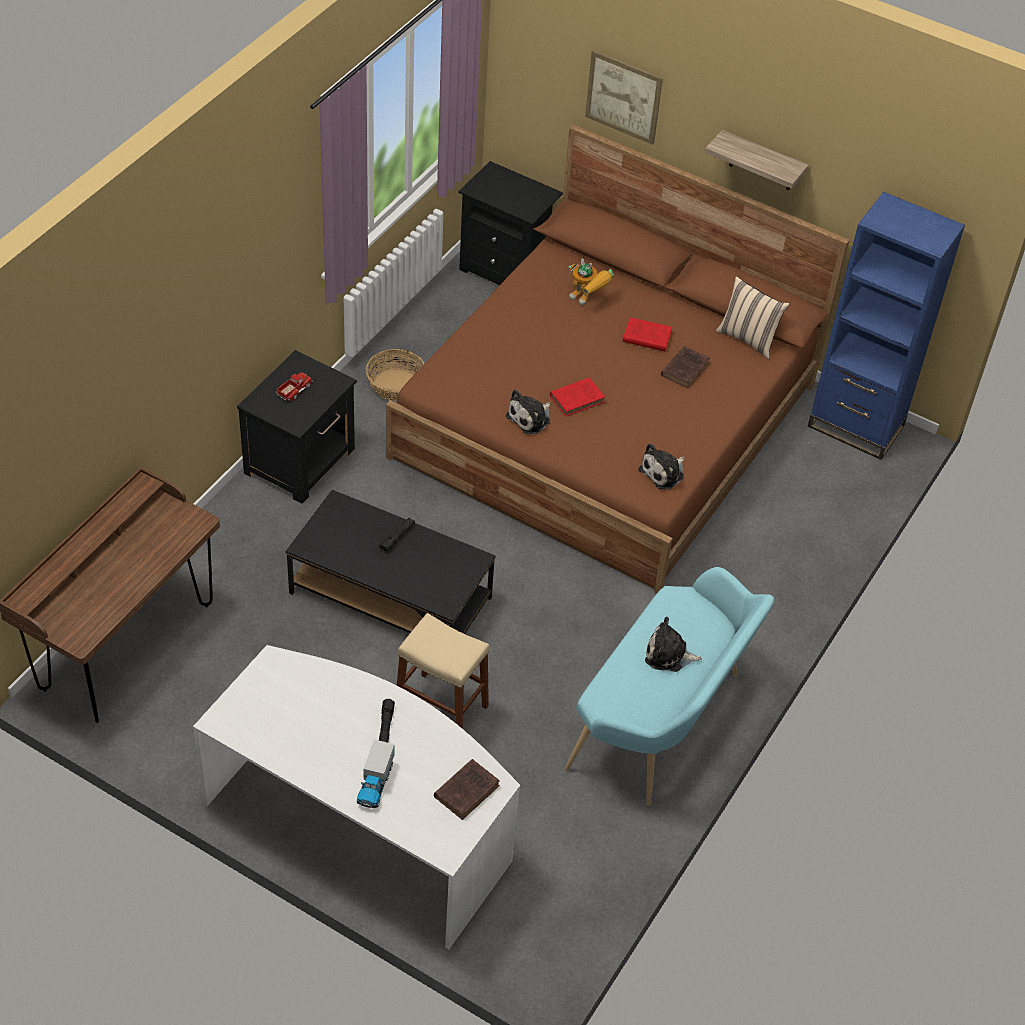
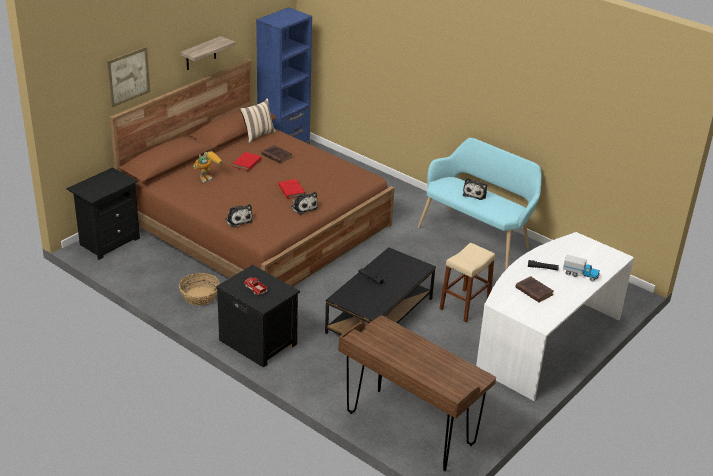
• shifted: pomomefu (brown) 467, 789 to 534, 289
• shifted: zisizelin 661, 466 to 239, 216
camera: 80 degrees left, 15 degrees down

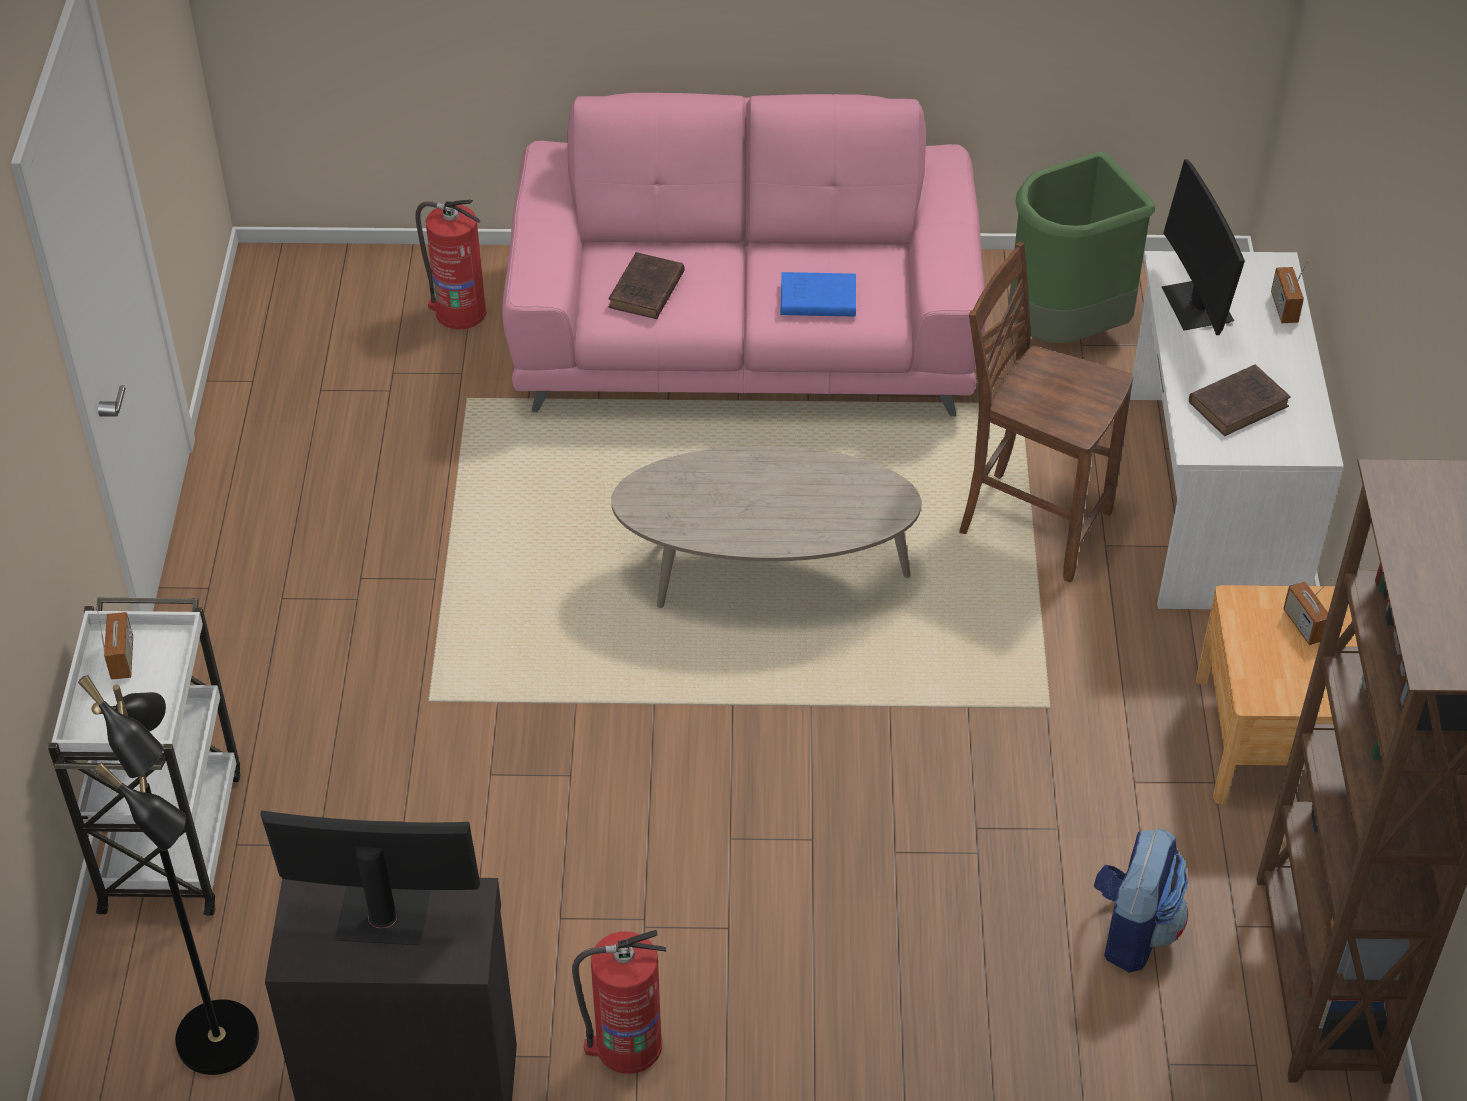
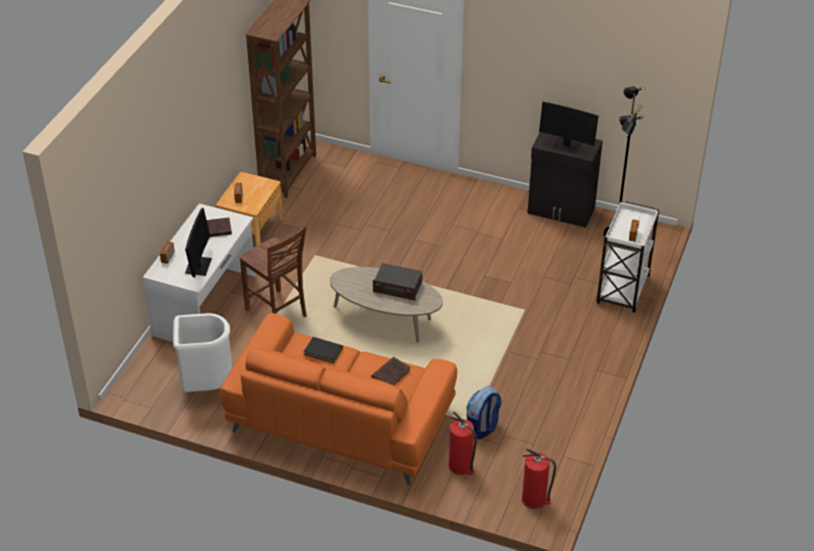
• new: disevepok 397, 282
• shifted: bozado 619, 1002 to 539, 478
• shifted: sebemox 1141, 900 to 484, 412
• repainted: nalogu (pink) 744, 254 to nalogu (orange) 338, 399
• repainted: pomomefu (blue) 818, 294 to pomomefu (black) 323, 350
• repainted: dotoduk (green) 1081, 247 to dotoduk (white) 202, 352
camera: 160 degrees left, 5 degrees down

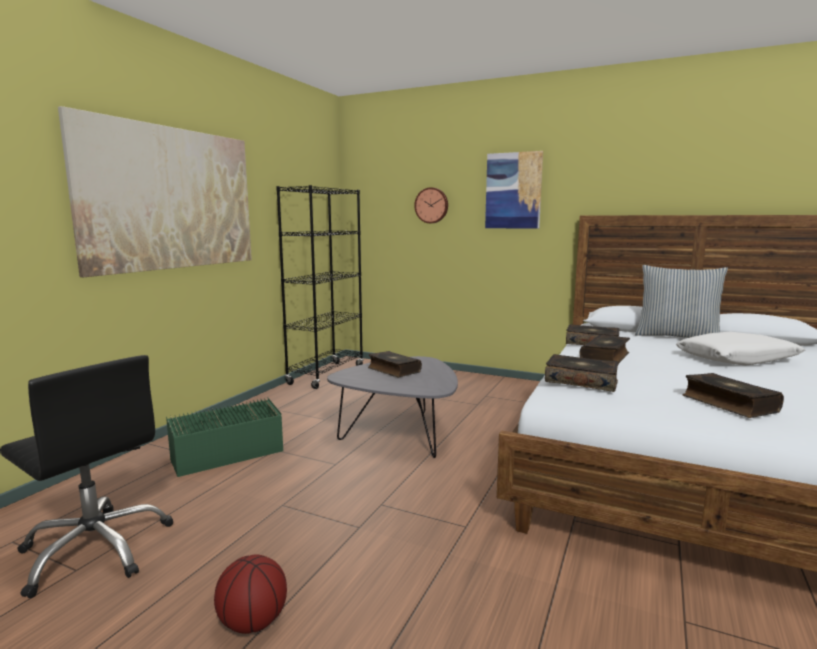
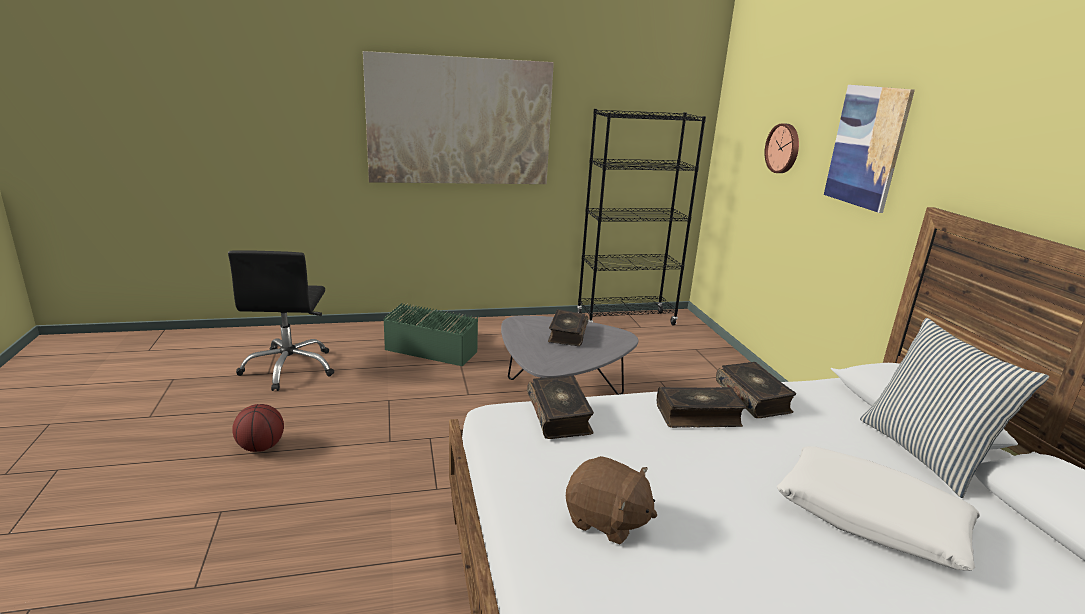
• swapped: pomomefu 733, 395 to zisizelin (brown) 611, 500
camera: 50 degrees right, 10 degrees up

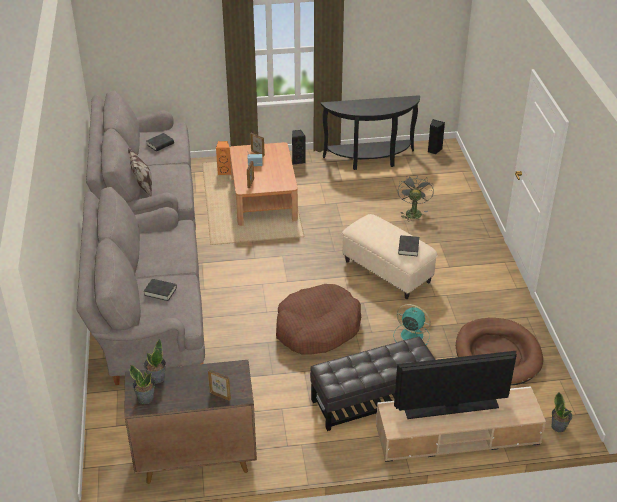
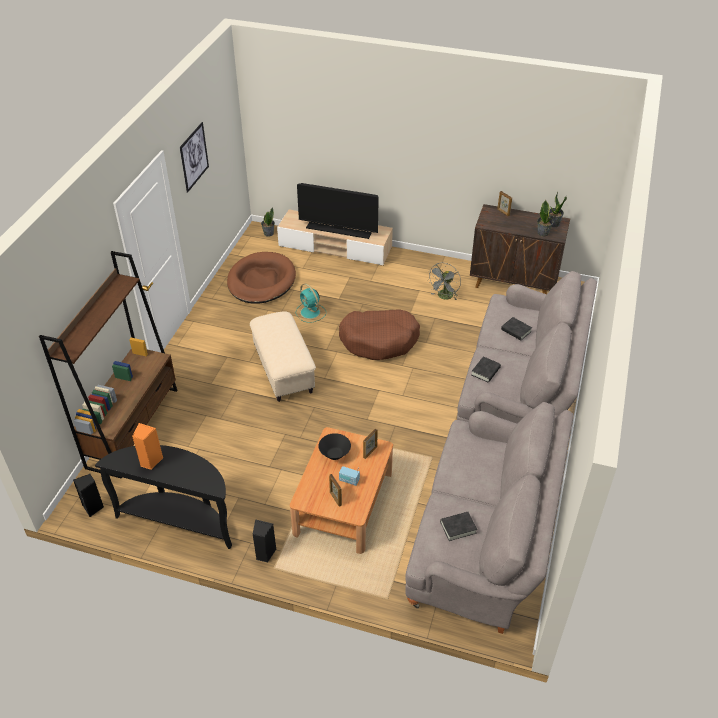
• gone: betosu 140, 172
• gone: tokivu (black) 373, 384
• new: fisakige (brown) 108, 364
• new: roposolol 194, 157
• new: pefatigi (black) 334, 446
• shifted: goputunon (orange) 223, 158 to 147, 446
• shifted: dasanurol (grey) 416, 198 to 444, 281
• shifted: pomomefu (black) 408, 245 to 486, 369
camera: 155 degrees left, 5 degrees up

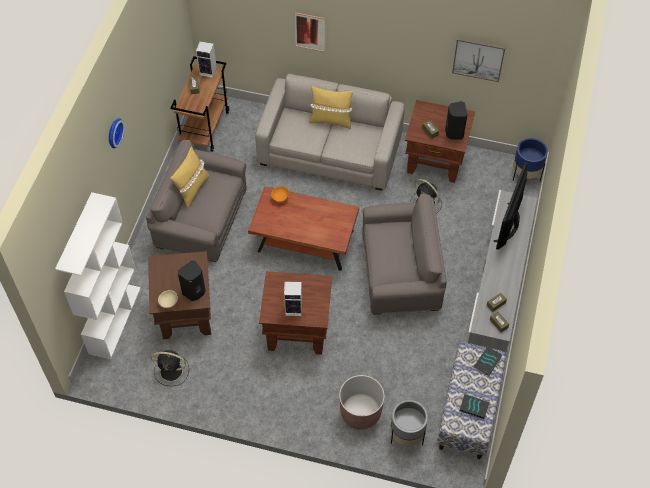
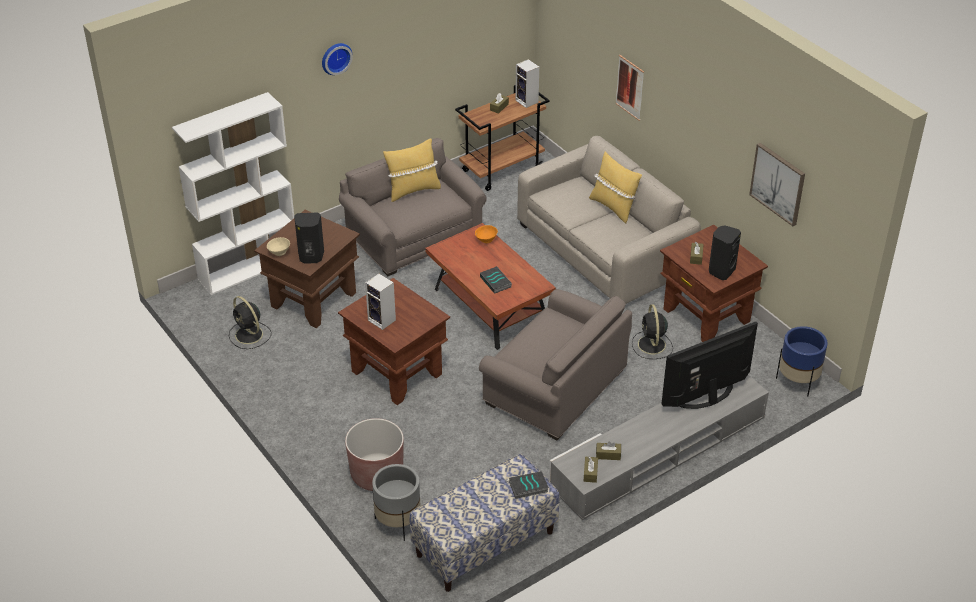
• shifted: pomomefu 475, 406 to 496, 280
camera: 40 degrees right, 15 degrees down

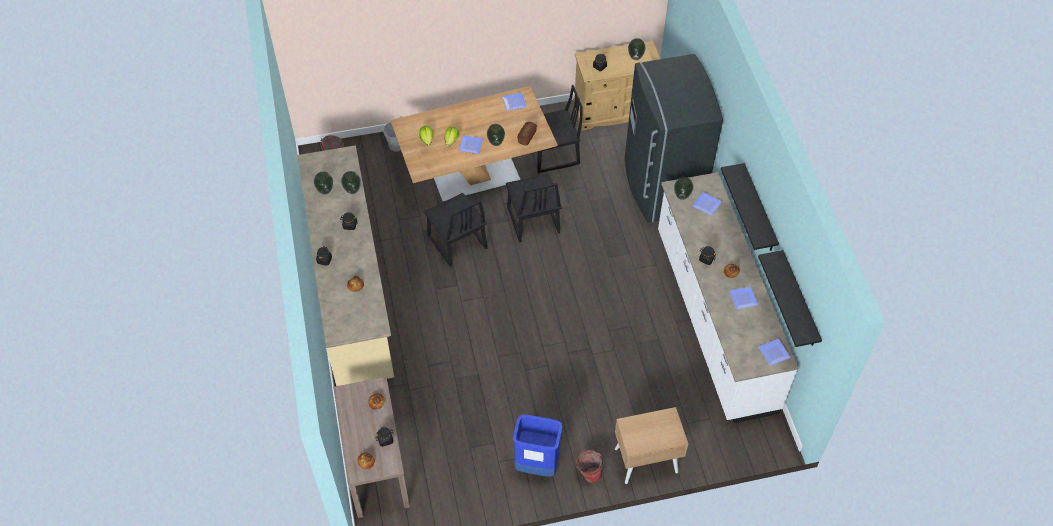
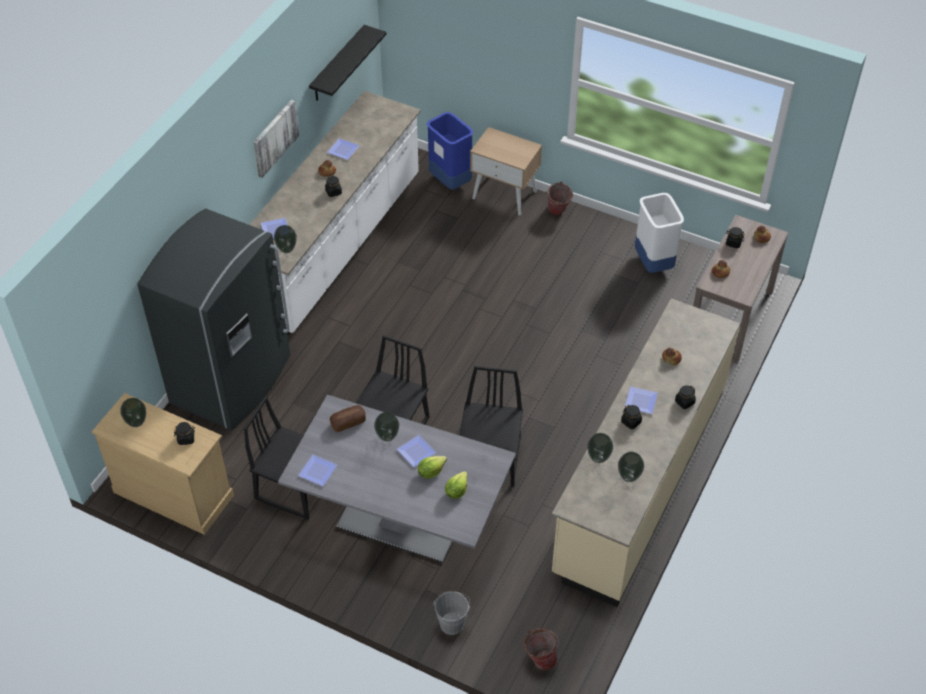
• new: dotoduk (white) 659, 233
• shifted: dotoduk (blue) 537, 446 to 450, 151
• shifted: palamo 774, 352 to 641, 400
• swapped: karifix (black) 750, 207 to roposolol 276, 139
• repainted: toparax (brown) 474, 144 to toparax (grey) 397, 479
camera: 140 degrees left, 5 degrees down

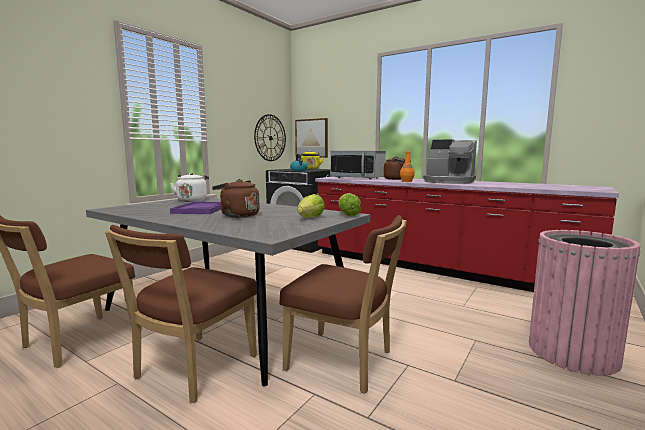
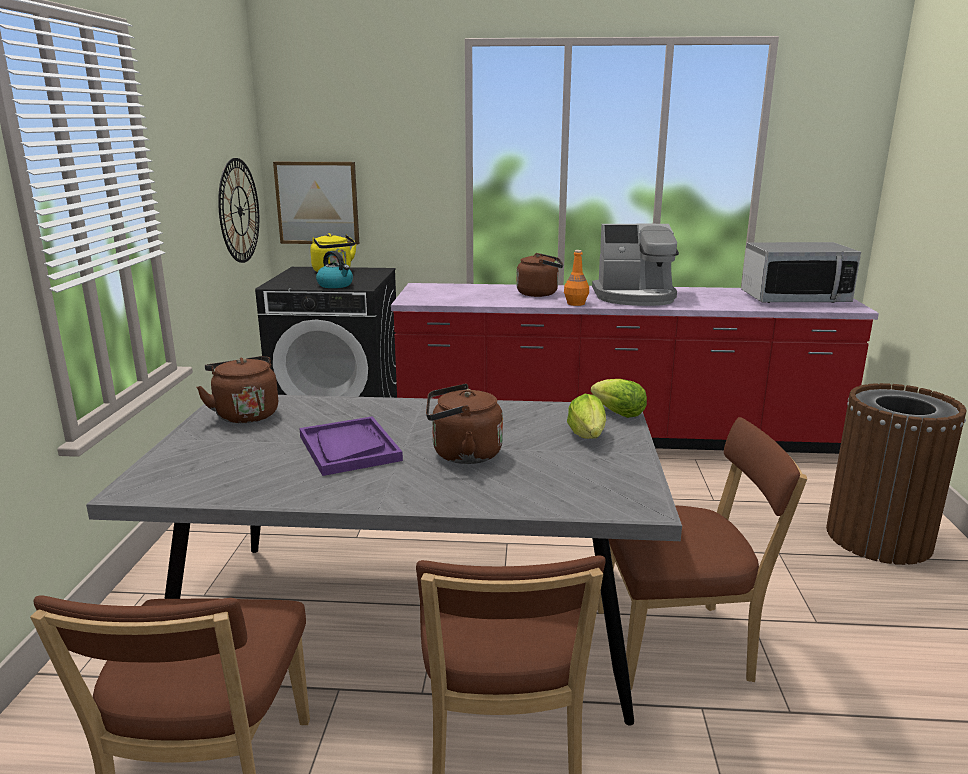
• shifted: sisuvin 358, 165 to 801, 272
• repainted: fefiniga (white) 189, 187 to fefiniga (brown) 237, 389
• repainted: dotoduk (pink) 585, 303 to dotoduk (brown) 896, 474
camera: 30 degrees left, 10 degrees up

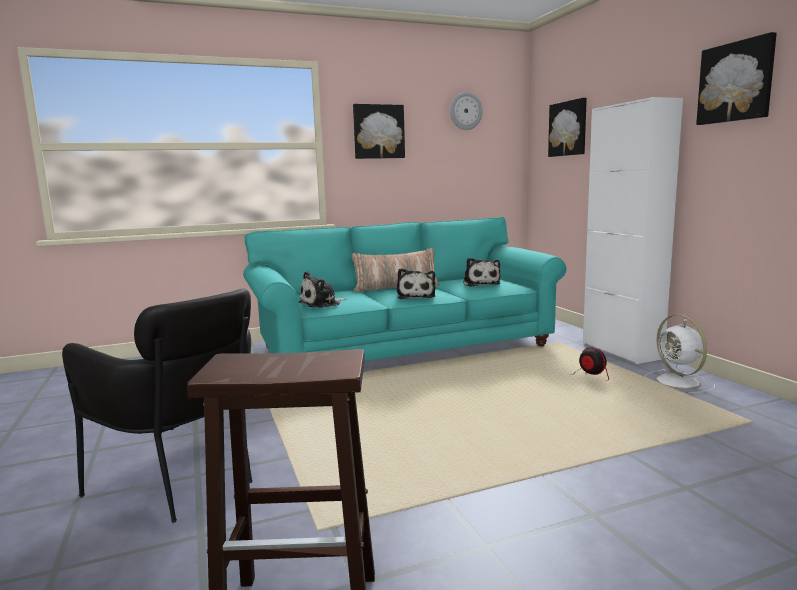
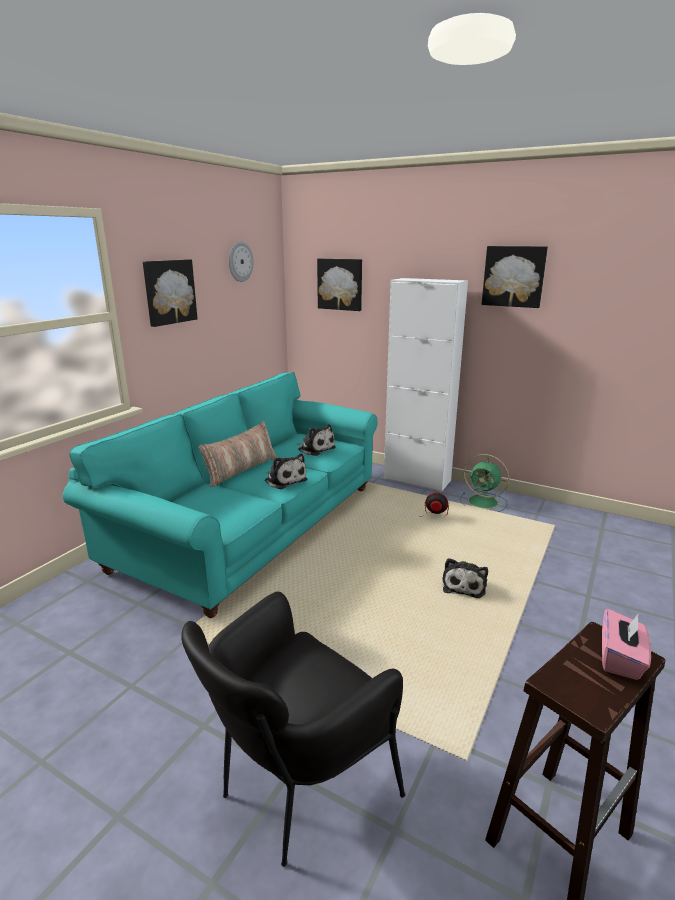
• new: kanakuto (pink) 626, 644
• shifted: zisizelin 322, 289 to 465, 578
• repainted: dasanurol (white) 680, 353 to dasanurol (green) 484, 483
• rotated: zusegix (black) 157, 406 = 293, 729 135 degrees clockwise
camera: 40 degrees left, 10 degrees up

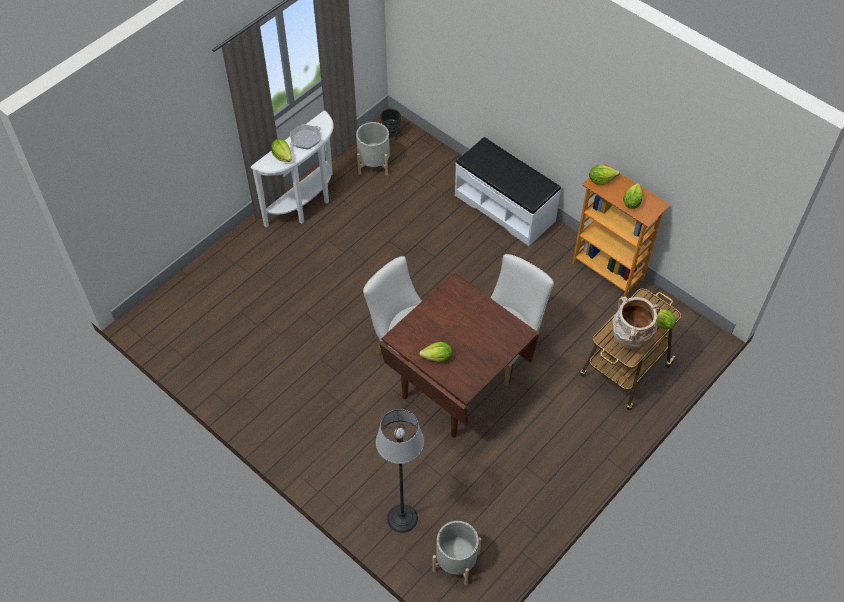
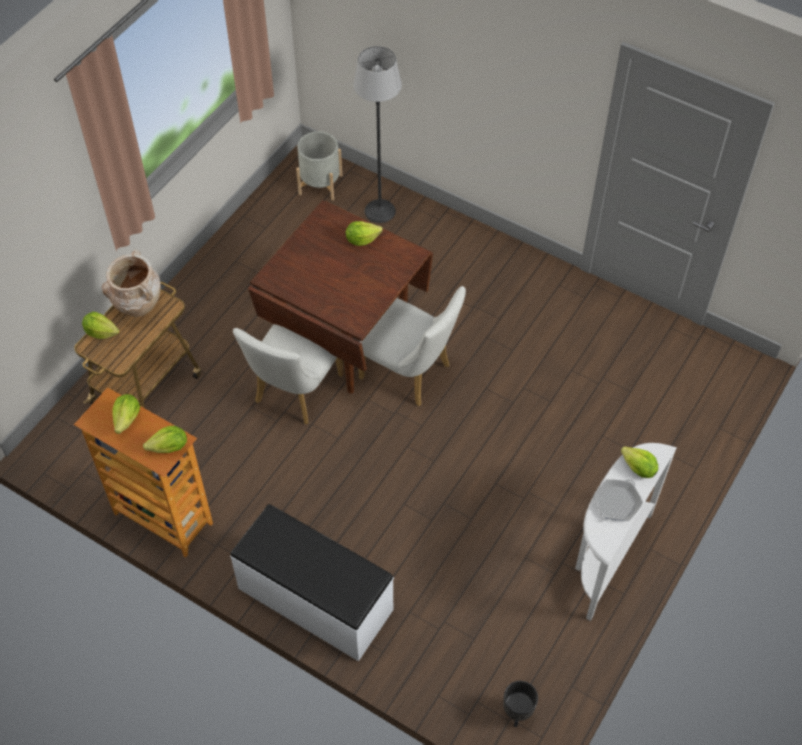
• gone: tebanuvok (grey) 373, 149
camera: 170 degrees right, 0 degrees up

